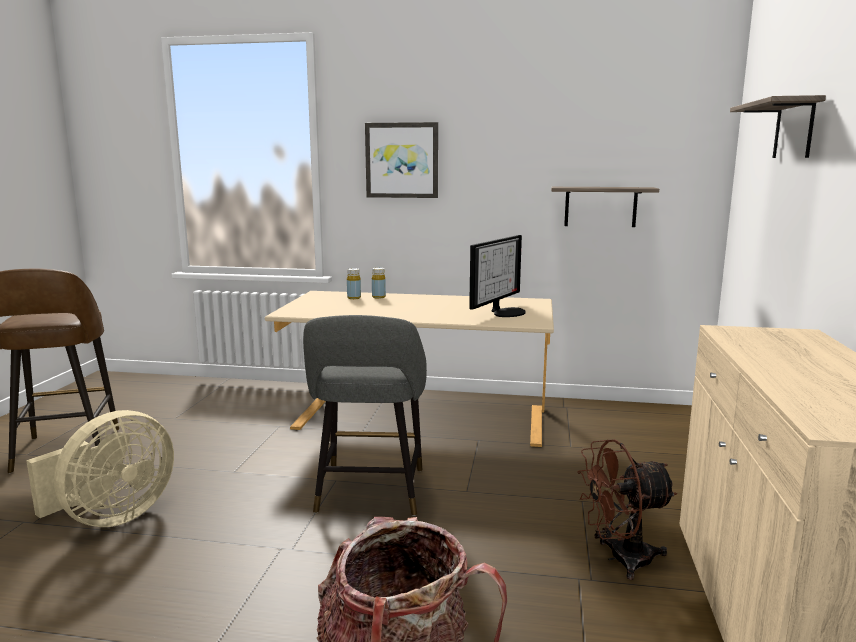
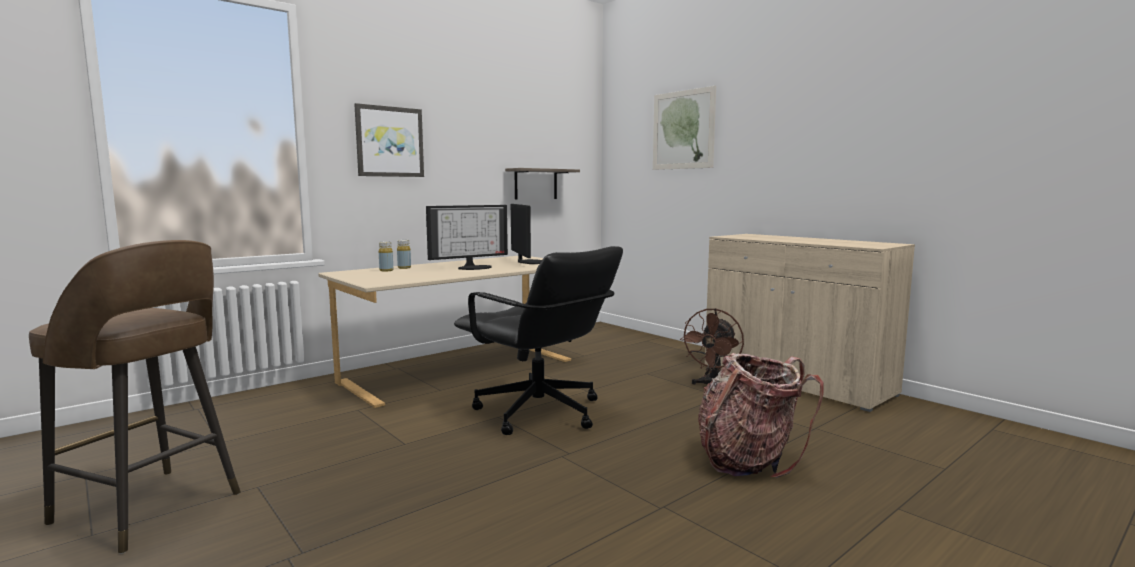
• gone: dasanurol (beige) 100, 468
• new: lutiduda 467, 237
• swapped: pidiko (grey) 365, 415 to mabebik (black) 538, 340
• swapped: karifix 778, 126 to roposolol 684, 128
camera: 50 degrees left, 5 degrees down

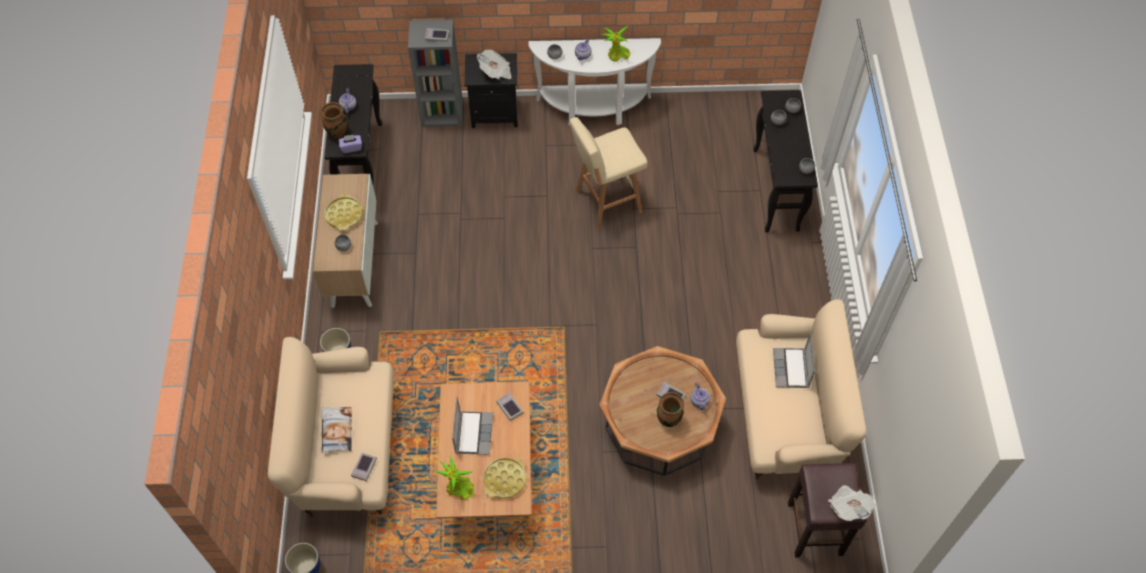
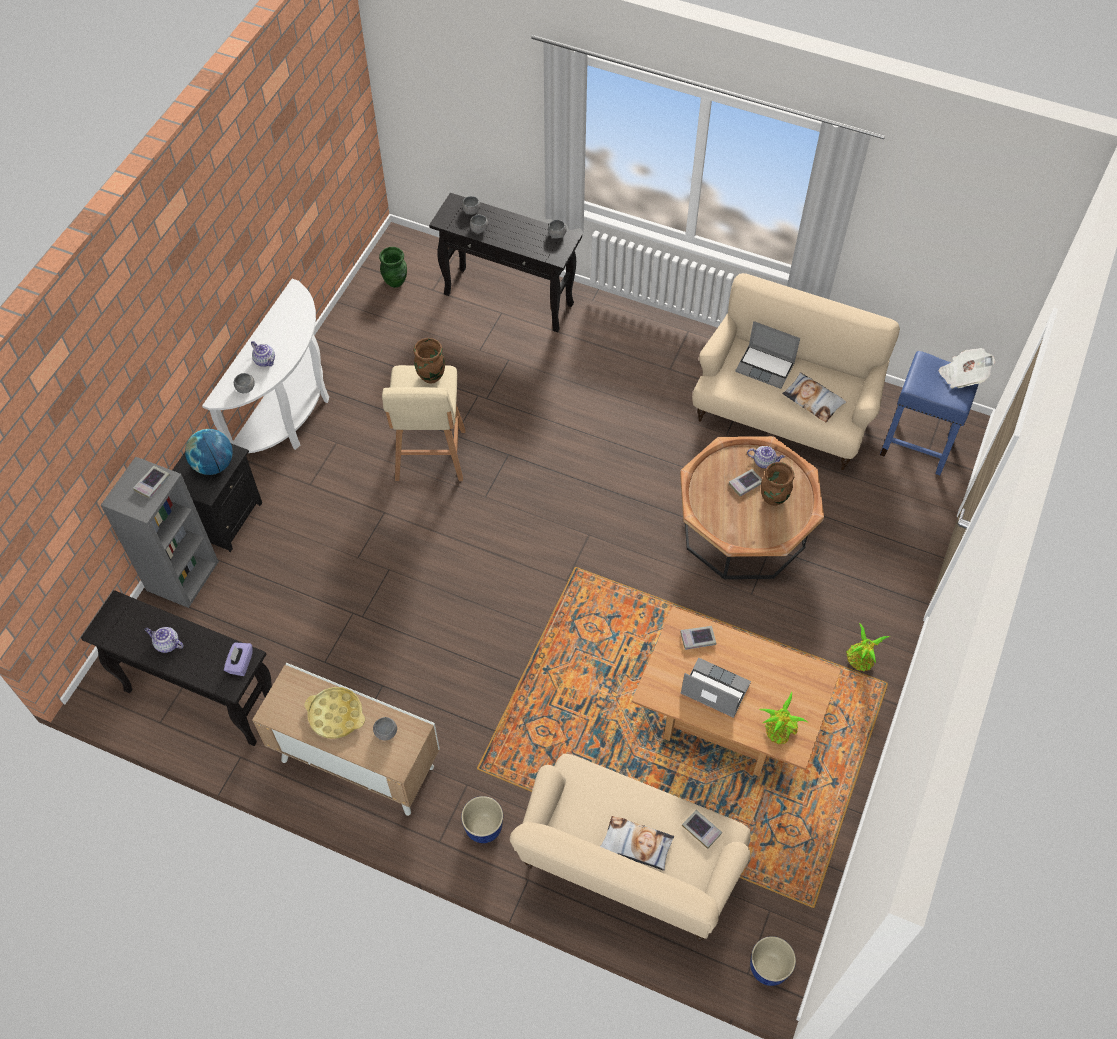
• gone: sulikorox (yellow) 504, 478
• new: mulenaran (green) 393, 267
• new: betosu 814, 397
• shifted: mulenaran (brown) 334, 120 to 429, 361
• shifted: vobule 616, 43 to 868, 647
• swapped: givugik 494, 65 to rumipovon 209, 452
• repainted: pidiko (brown) 827, 510 to pidiko (blue) 929, 413
camera: 65 degrees left, 0 degrees up

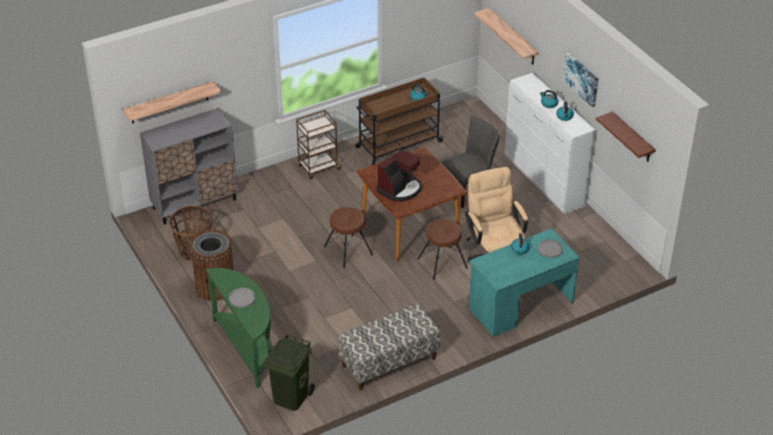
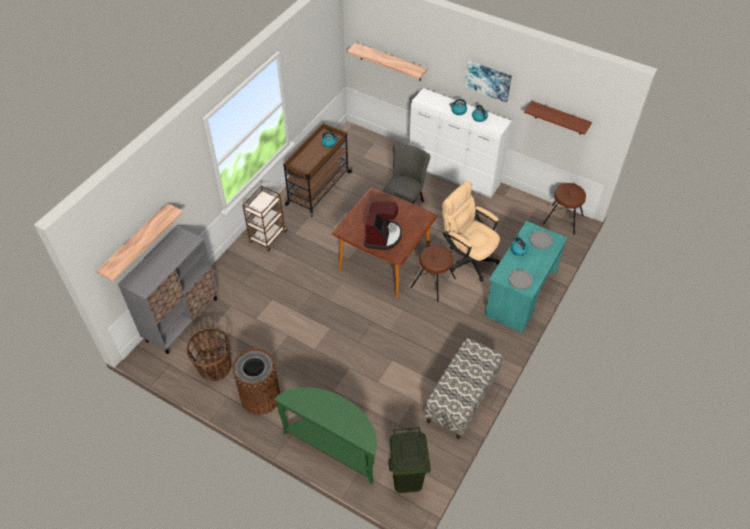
• shifted: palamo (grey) 242, 298 to 521, 279
• shifted: pidiko (brown) 348, 237 to 564, 209
camera: 30 degrees left, 10 degrees up

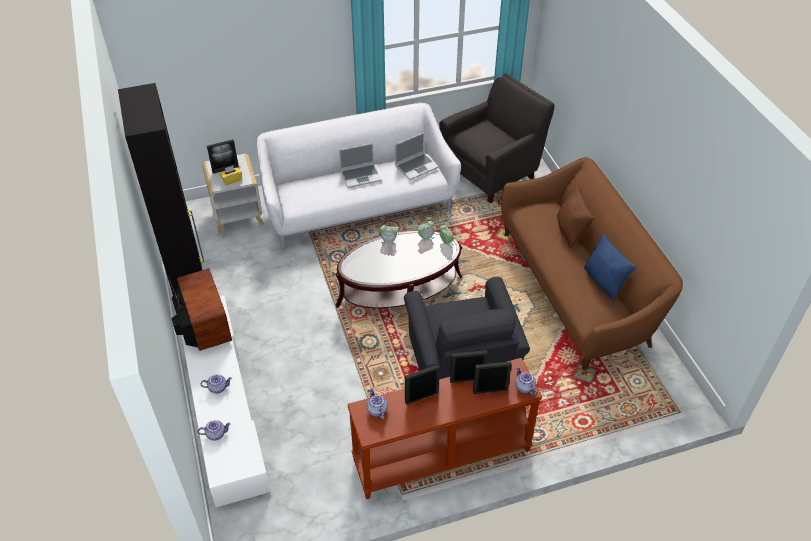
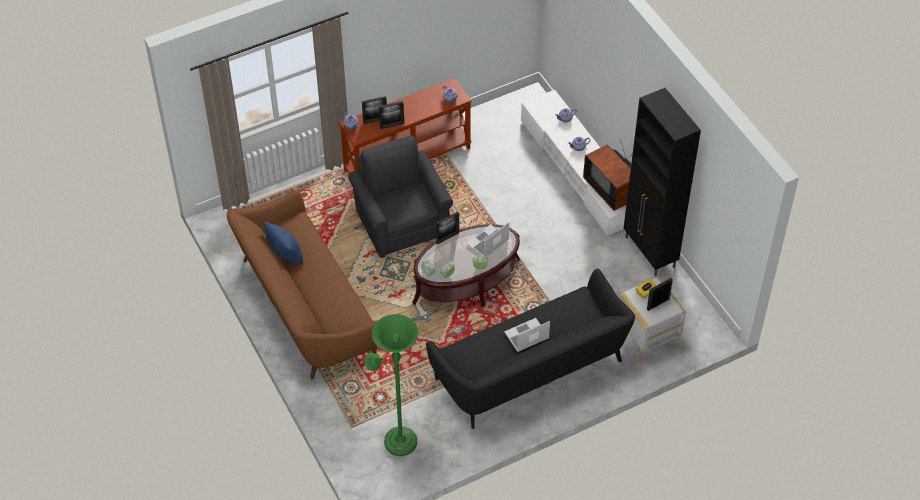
• gone: betosu (brown) 575, 216
• shifted: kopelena 417, 156 to 487, 239
• shifted: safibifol 422, 385 to 447, 228
• swapped: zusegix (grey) 496, 138 to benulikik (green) 391, 385
• repainted: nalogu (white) 359, 175 to nalogu (black) 530, 349
camera: 170 degrees right, 5 degrees up

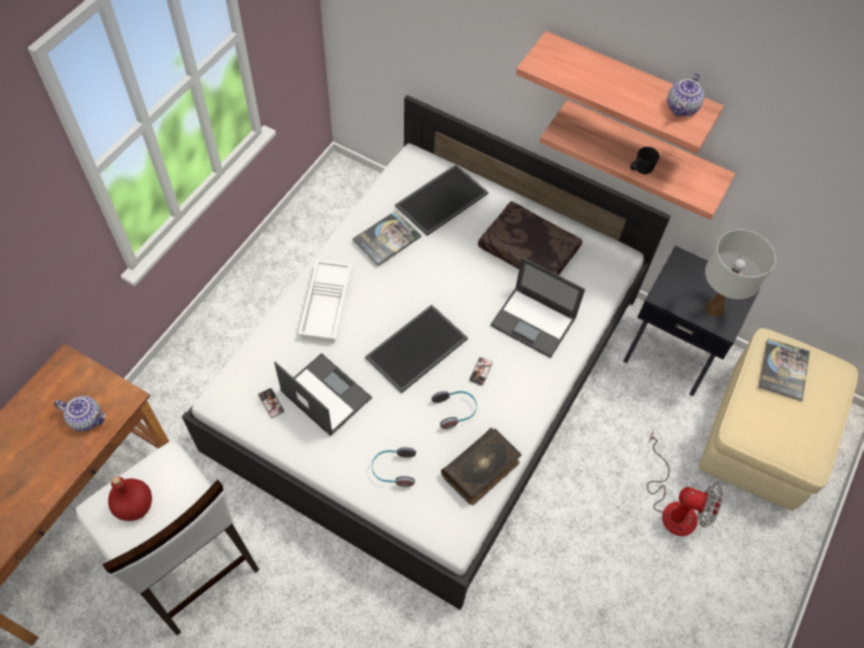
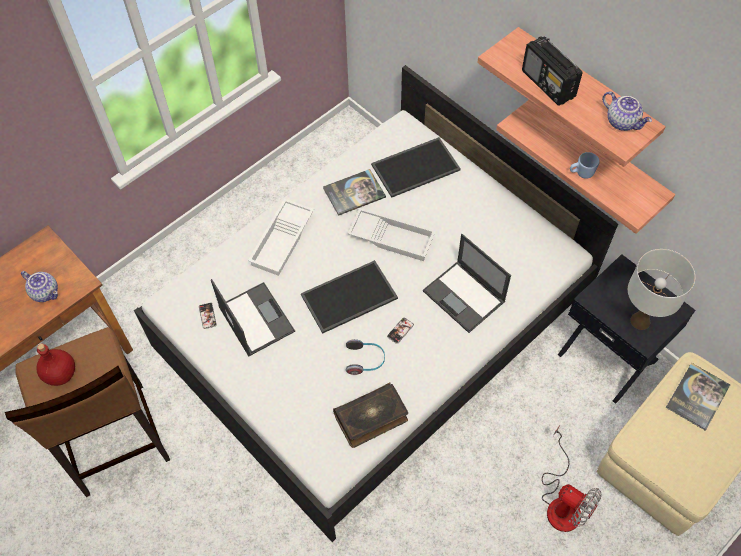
• gone: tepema 394, 467
• gone: betosu (brown) 530, 238
• new: sulikorox (white) 392, 234
• new: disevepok 552, 71
• repainted: pidiko (white) 167, 538 to pidiko (brown) 87, 412
• repainted: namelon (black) 644, 160 to namelon (blue) 585, 165
• rotated: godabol 685, 94 = 627, 111 90 degrees counterclockwise
camera: 20 degrees right, 0 degrees up

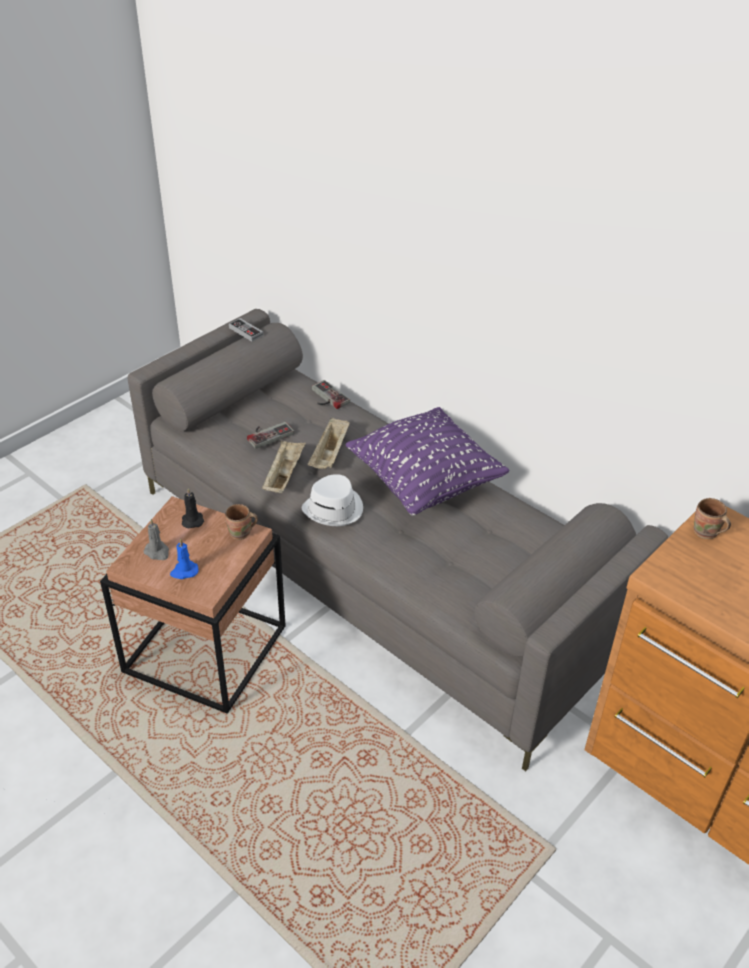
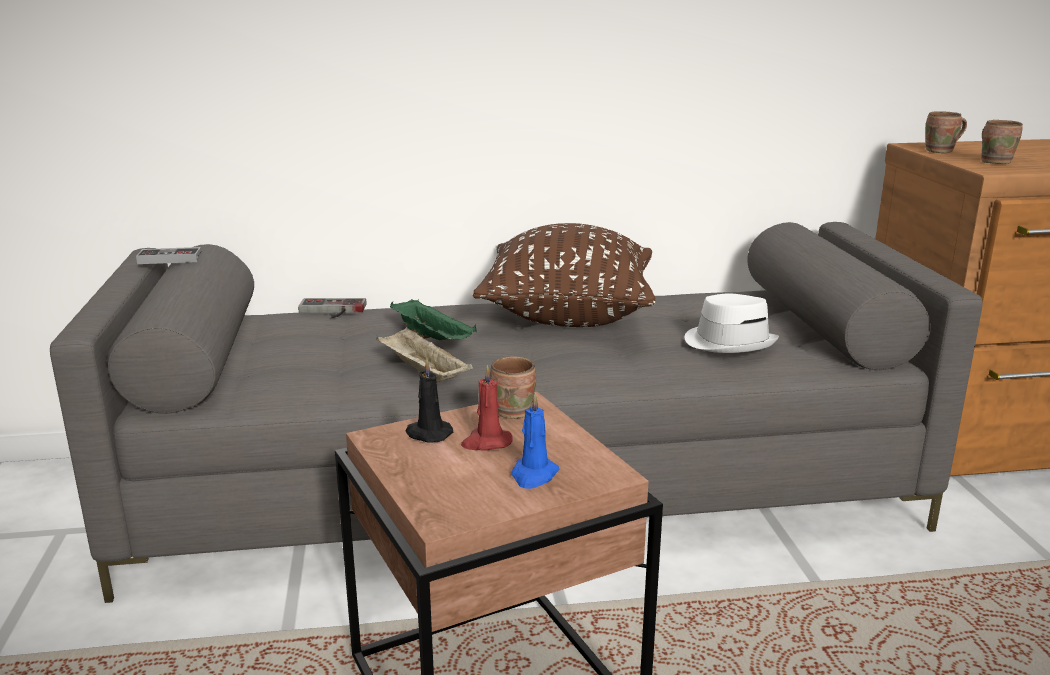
• gone: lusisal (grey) 156, 539
• gone: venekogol 270, 435
• new: lusisal (red) 487, 407
• new: namelon (brown) 1002, 142
• shifted: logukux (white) 332, 500 to 732, 323
• repainted: sulikorox (beige) 329, 443 to sulikorox (green) 433, 319
• repainted: betosu (purple) 427, 461 to betosu (brown) 564, 275
camera: 50 degrees left, 20 degrees down

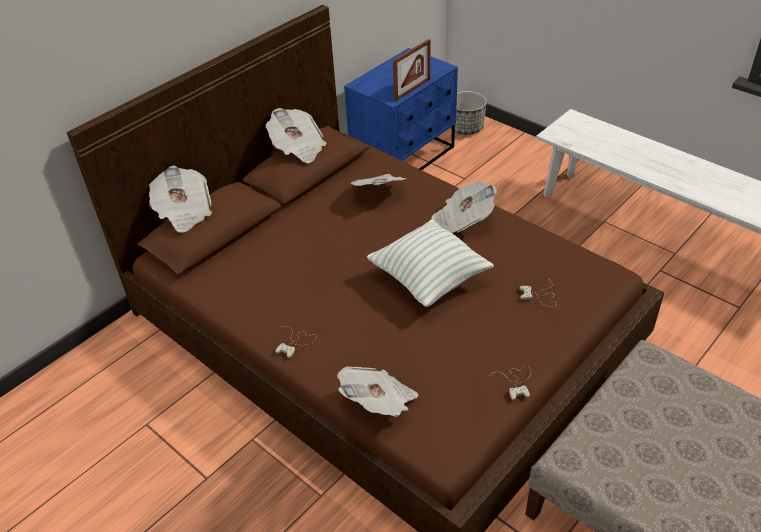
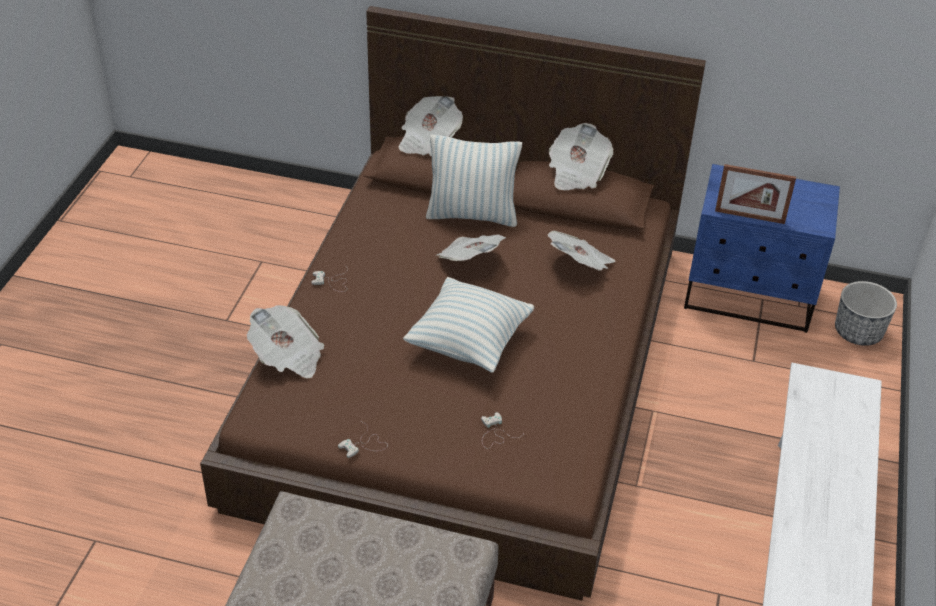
• new: betosu 474, 181
• shifted: givugik 464, 207 to 471, 247
camera: 60 degrees right, 0 degrees up

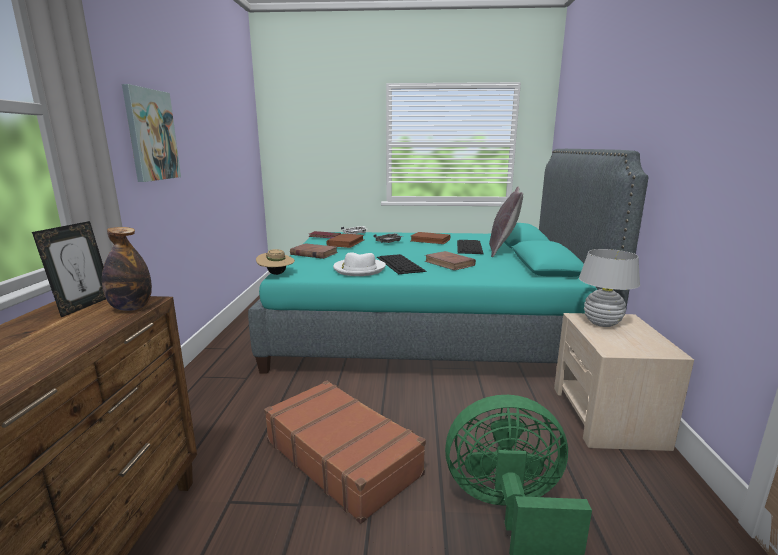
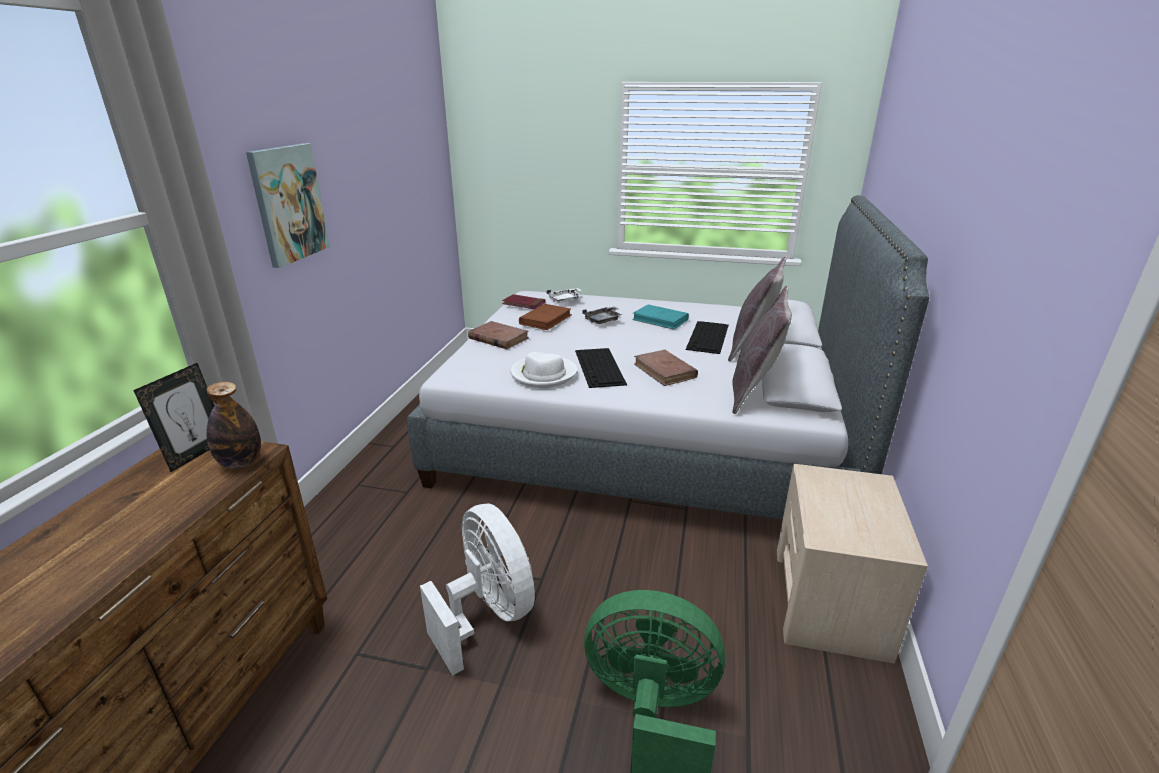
• gone: logukux (beige) 275, 262
• gone: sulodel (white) 609, 288
• new: betosu (grey) 762, 350
• swapped: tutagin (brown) 345, 452 to dasanurol (white) 477, 589
• repainted: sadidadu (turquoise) 448, 261 to sadidadu (grey) 668, 357
• repainted: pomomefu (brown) 430, 238 to pomomefu (turquoise) 660, 317
camera: 10 degrees right, 10 degrees up

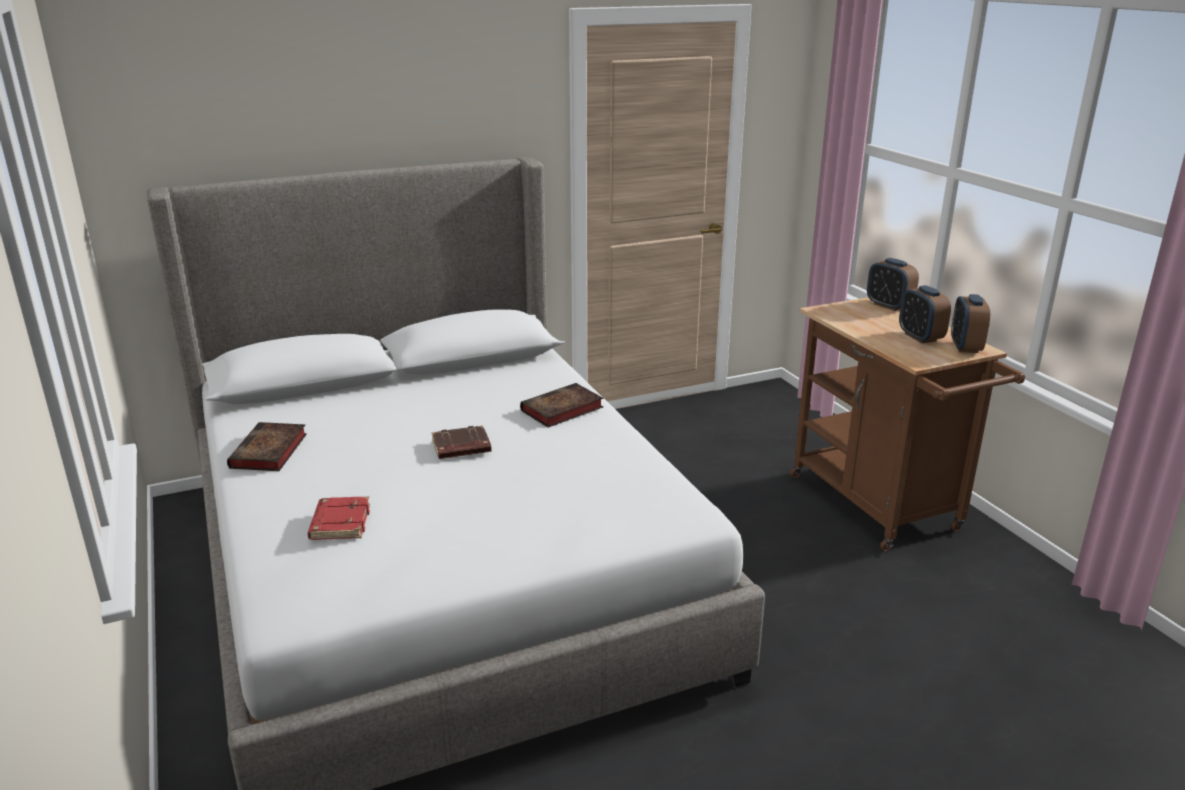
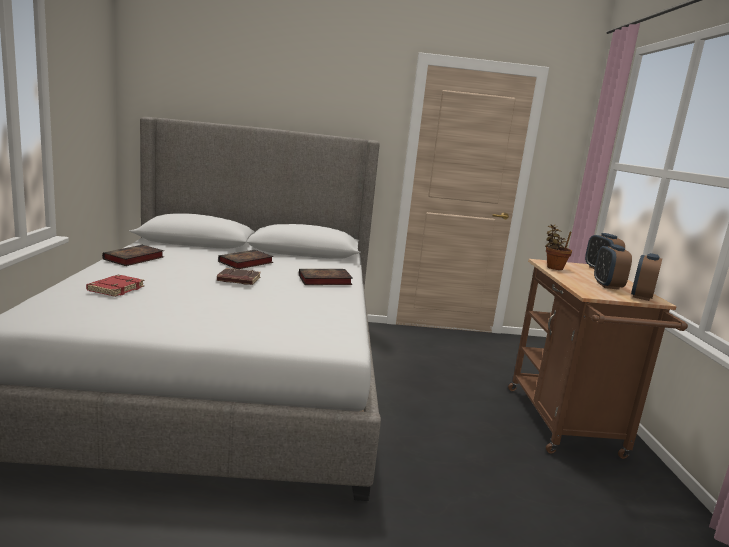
• new: pomomefu 246, 259
• new: vobule 558, 247
camera: 20 degrees right, 10 degrees down

